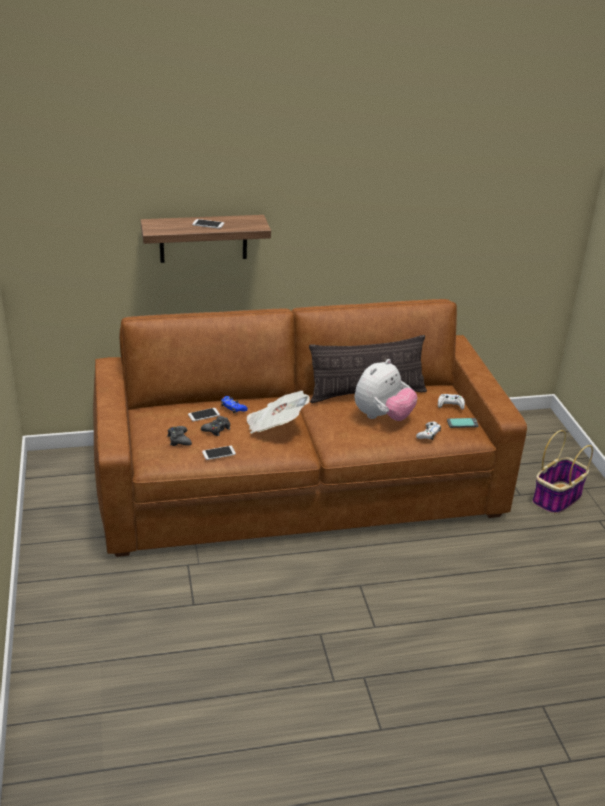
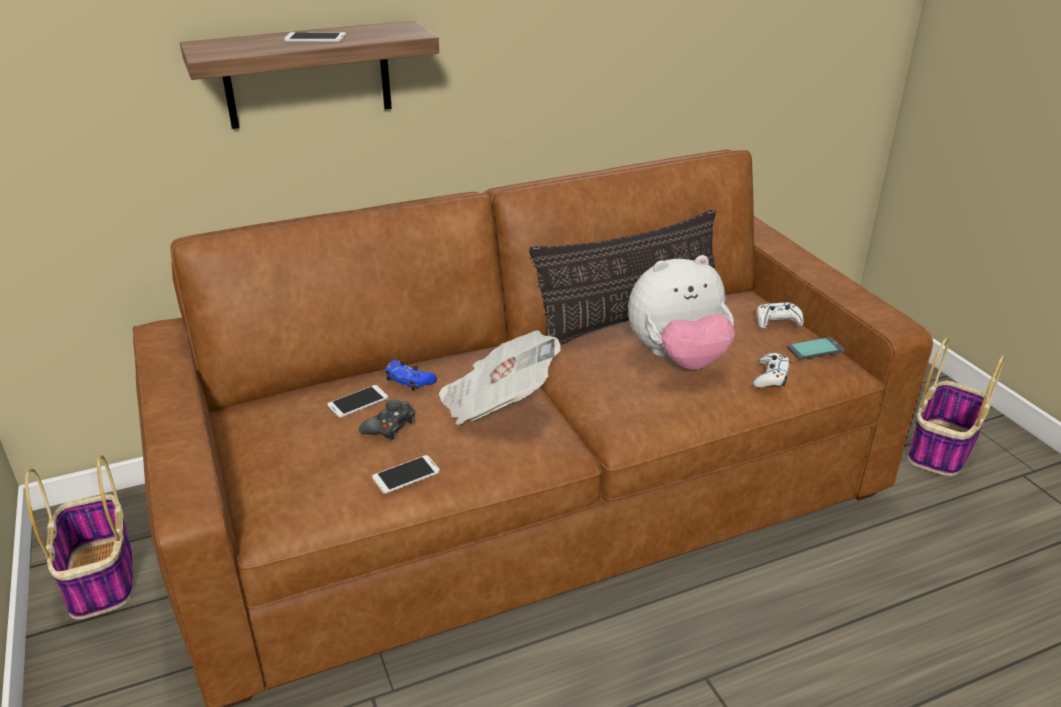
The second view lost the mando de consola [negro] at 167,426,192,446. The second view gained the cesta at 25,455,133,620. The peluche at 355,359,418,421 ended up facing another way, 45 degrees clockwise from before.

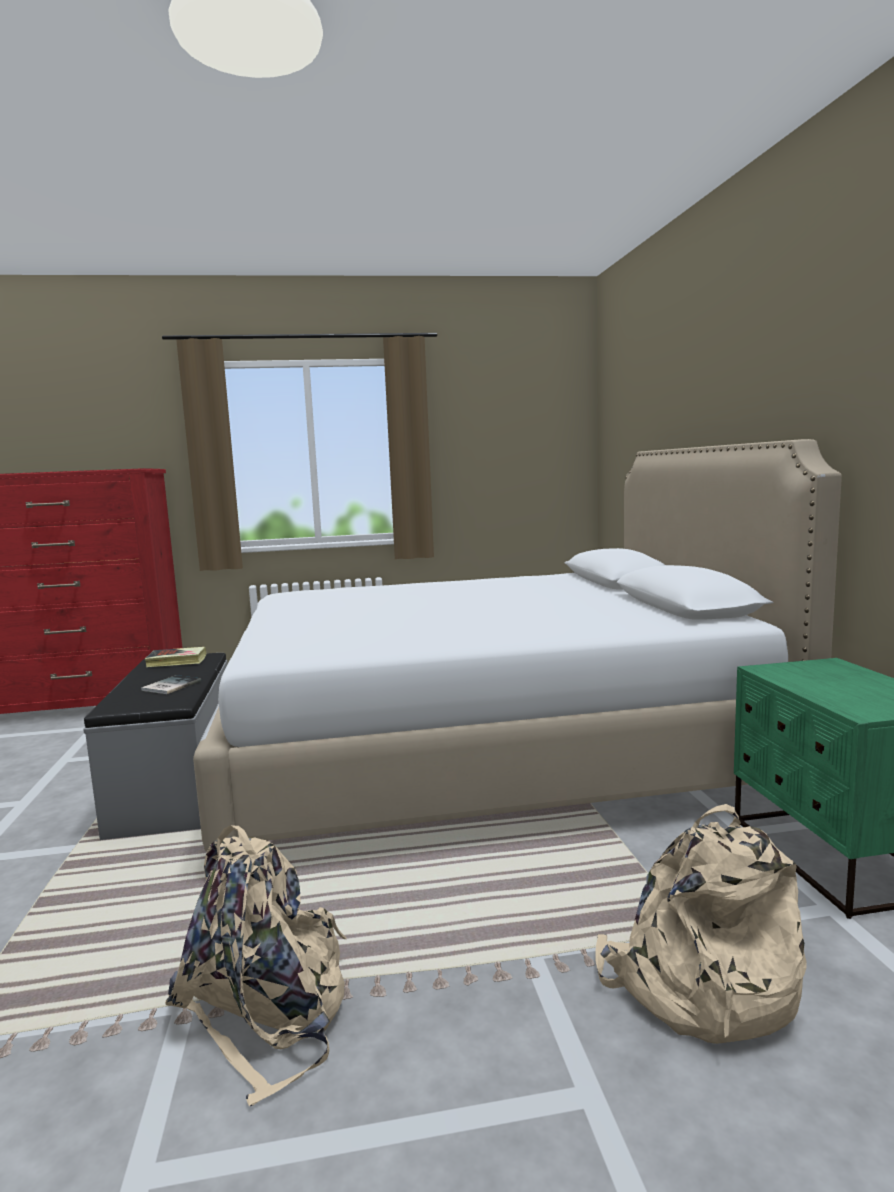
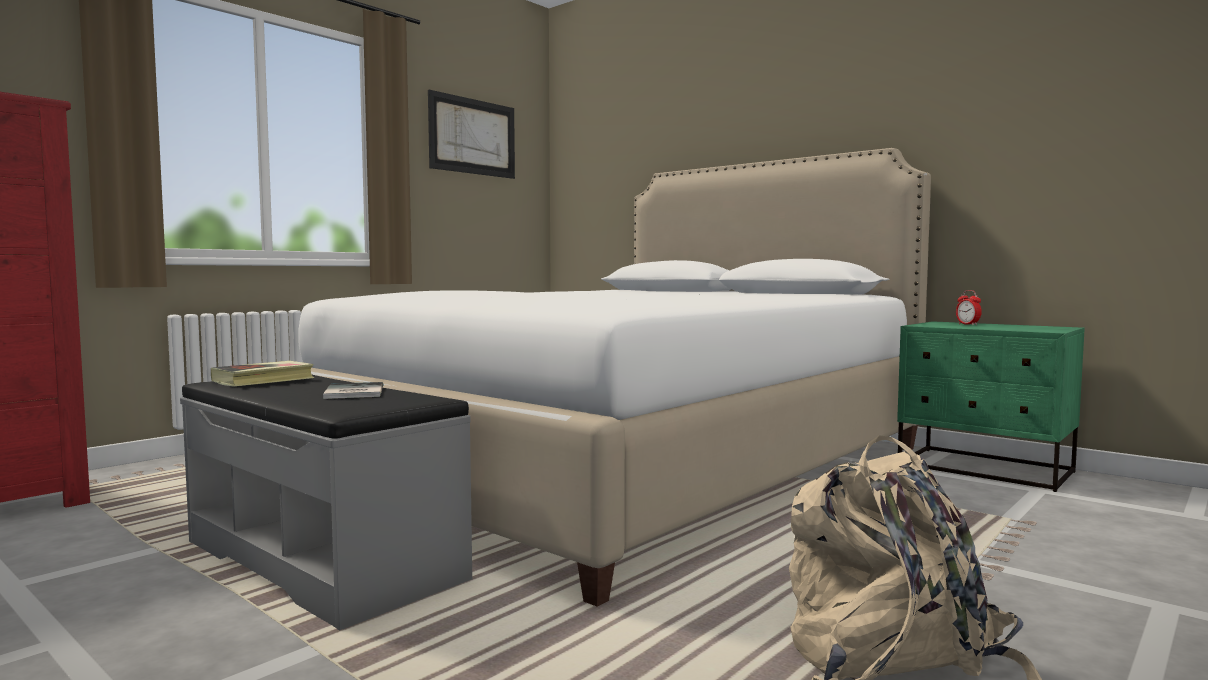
The second view lost the mochila [beis] at 595,804,807,1044. The second view gained the cuadro at 428,90,515,179. The second view gained the despertador at 956,290,982,325.

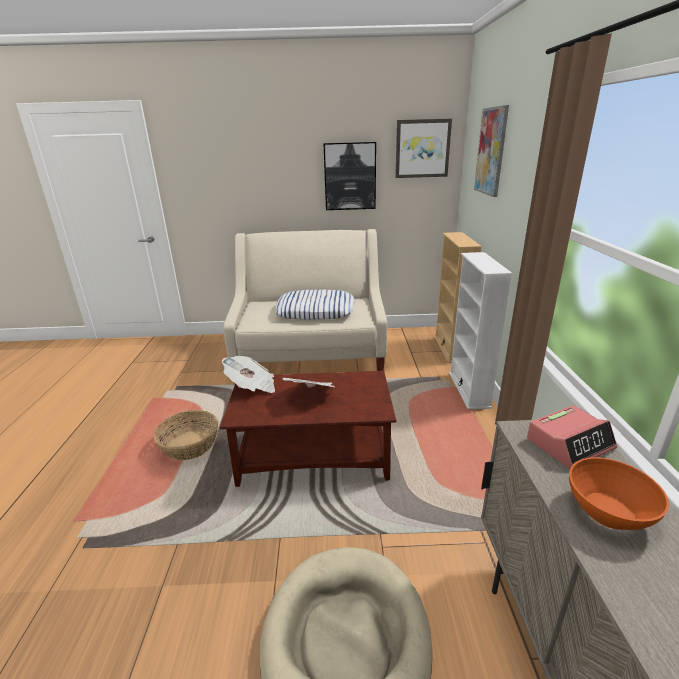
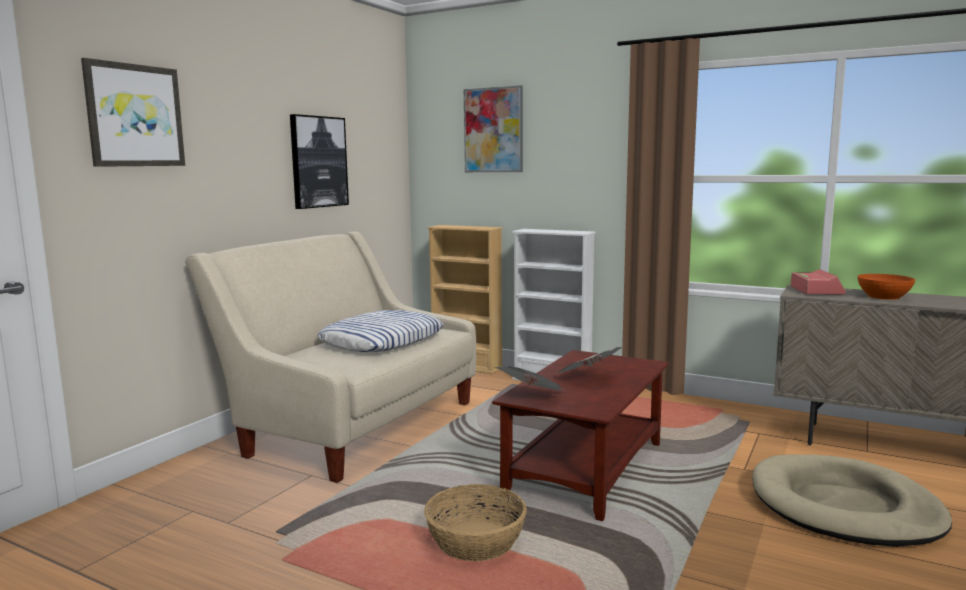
The cuadro ended up elsewhere, having gone from 395,119,452,178 to 81,58,185,167.

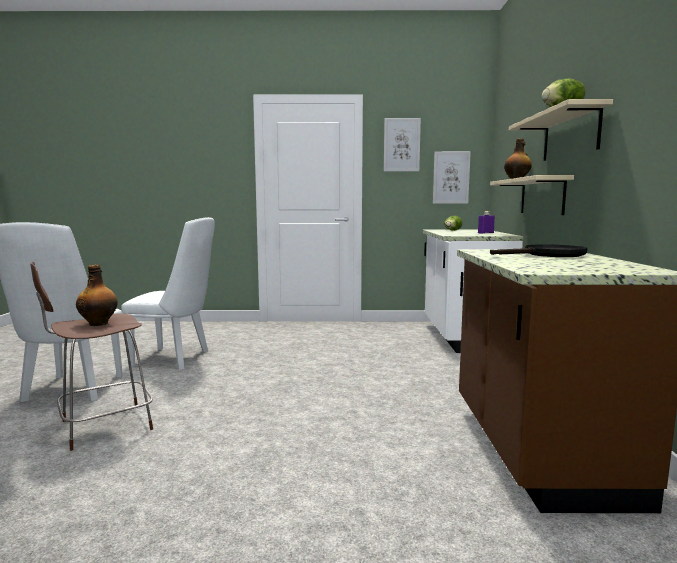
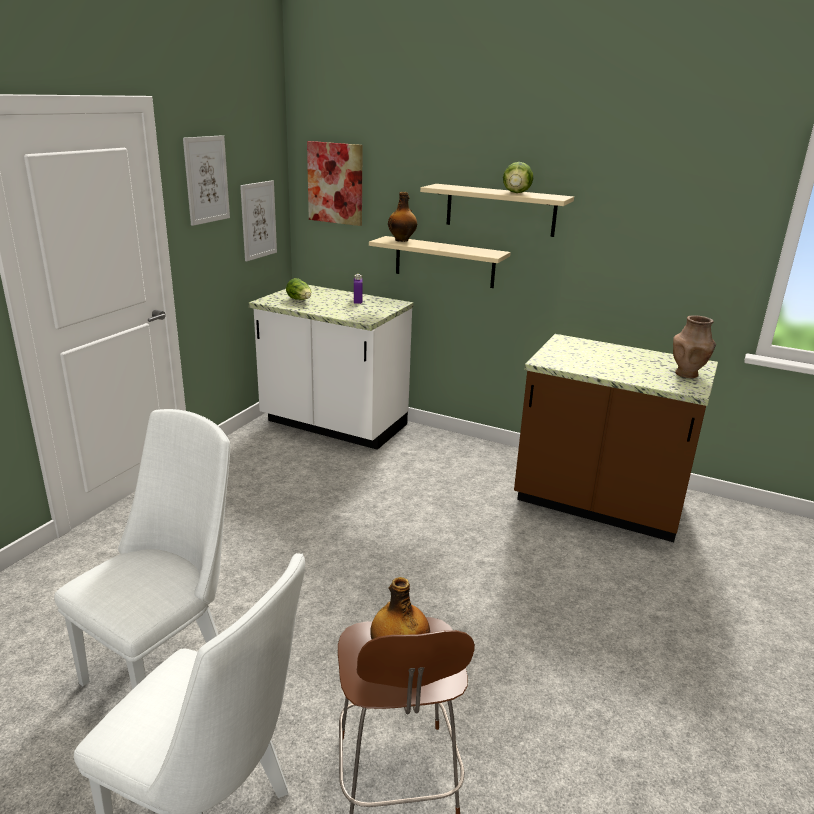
The second view lost the sartén [negro] at 490,244,587,257. The second view gained the cuadro at 307,141,363,226. The second view gained the florero [marrón] at 673,315,716,378.

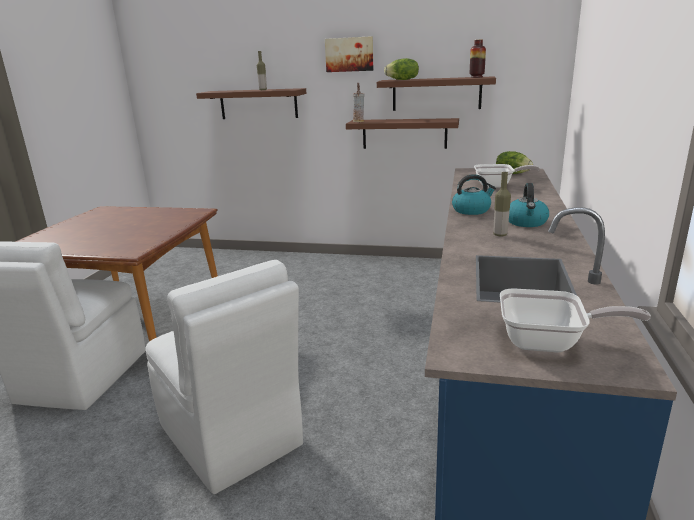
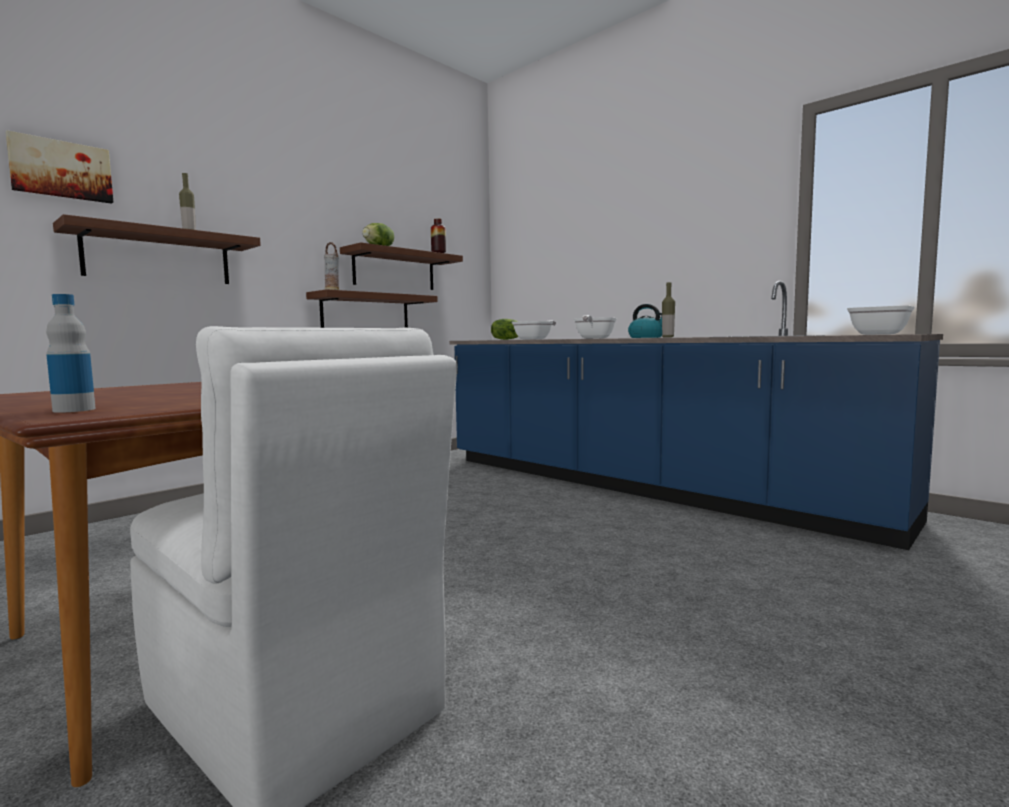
The second view lost the silla [blanco] at 145,260,303,494. The second view gained the botella at 46,294,96,413. The cuadro ended up elsewhere, having gone from 325,36,373,72 to 6,130,113,204. Where the hervidor stood at 452,174,496,215, the sartén came to stand at 574,315,617,339.

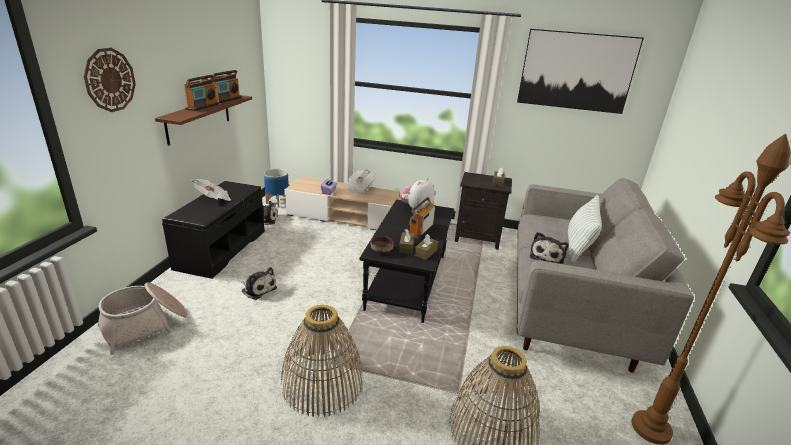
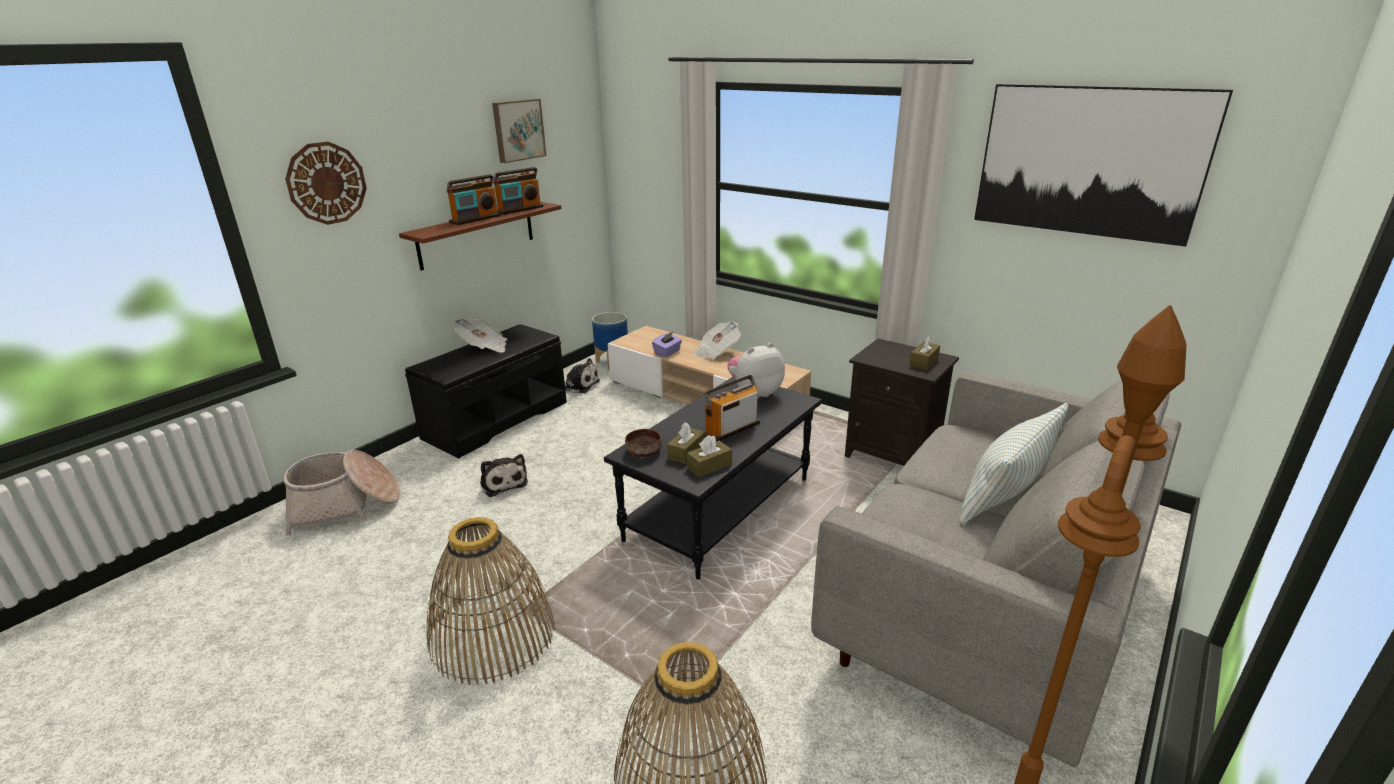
The second view lost the peluche at 530,232,569,264. The second view gained the cuadro at 492,99,547,163.

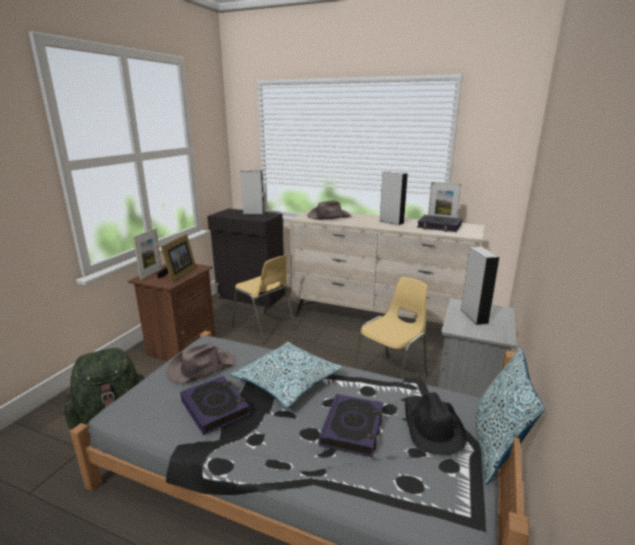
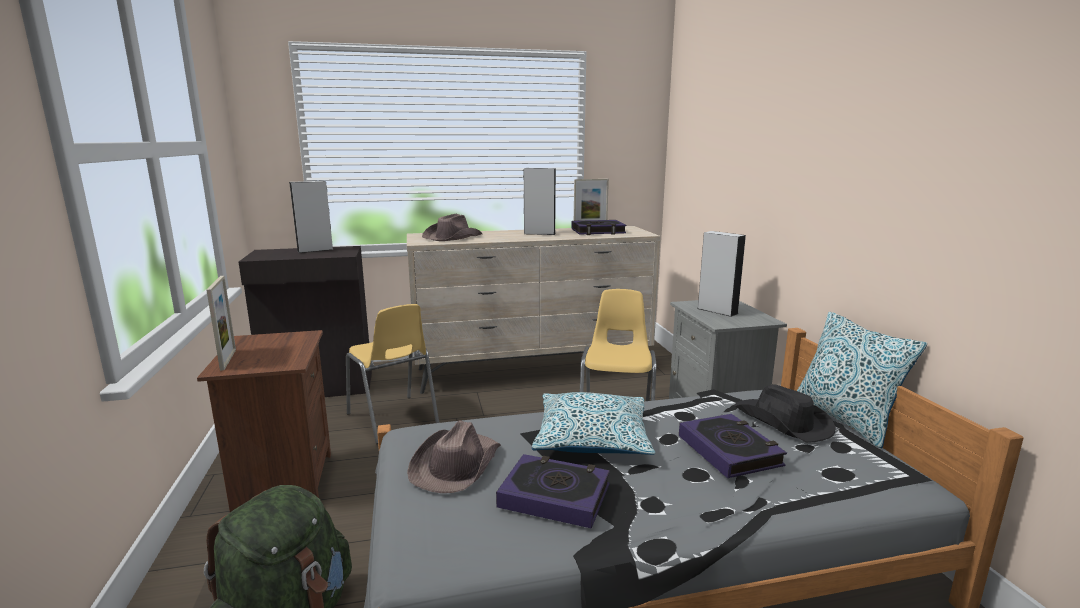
The second view lost the portarretratos at 157,234,196,283. The silla [amarillo] at 232,255,295,344 ended up facing another way, 45 degrees clockwise from before.

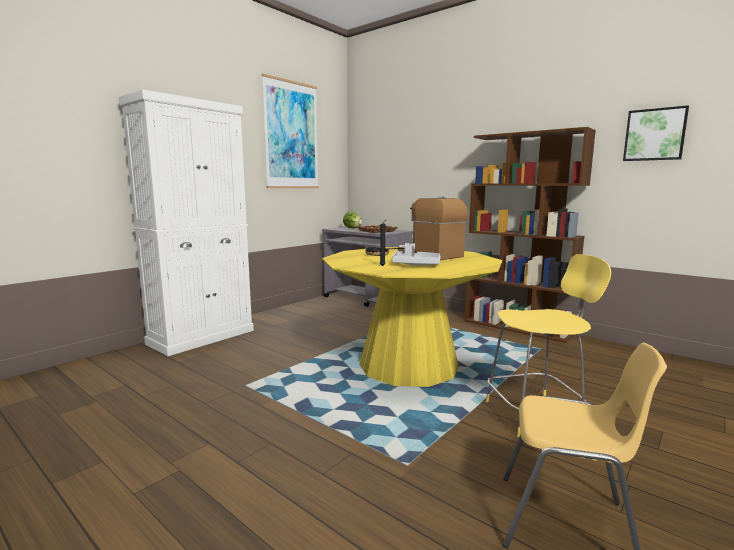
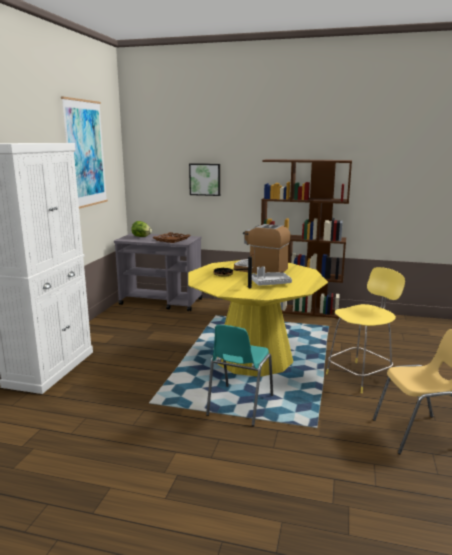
The second view gained the silla [turquesa] at 206,325,273,426. The cuadro ended up elsewhere, having gone from 623,105,689,161 to 189,163,220,196.

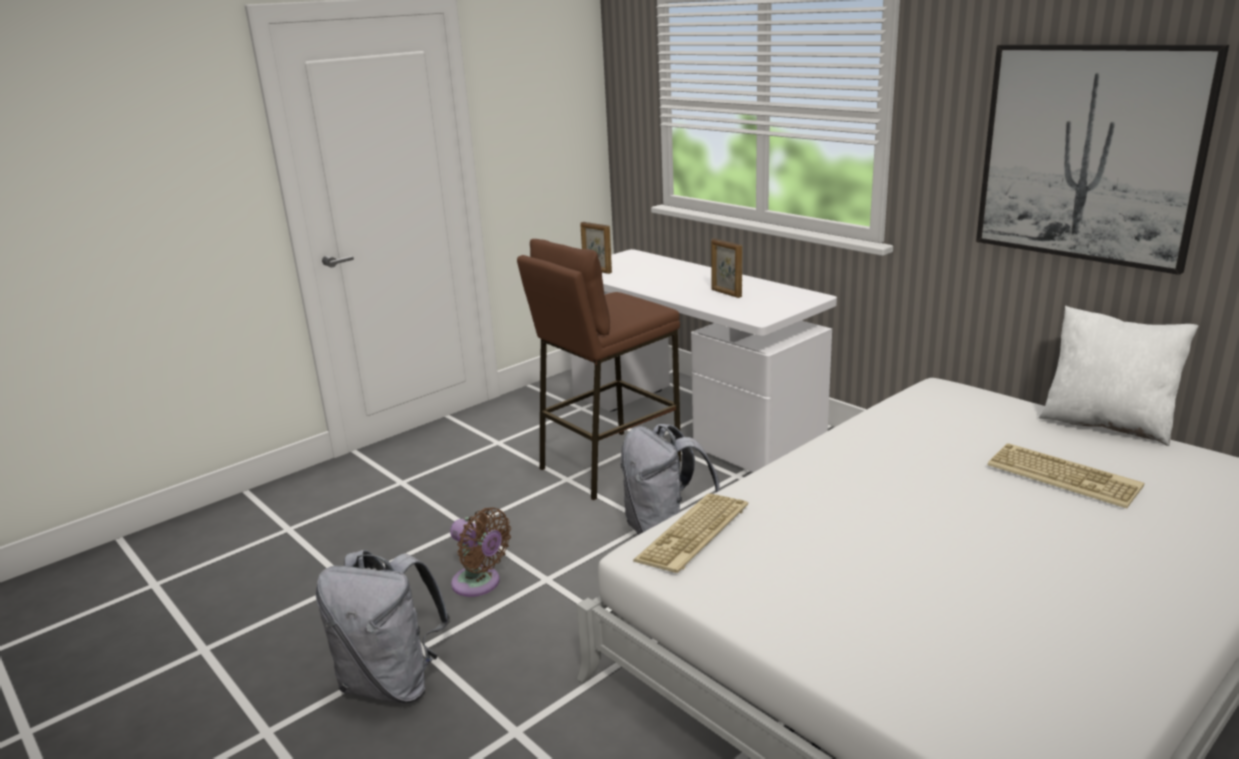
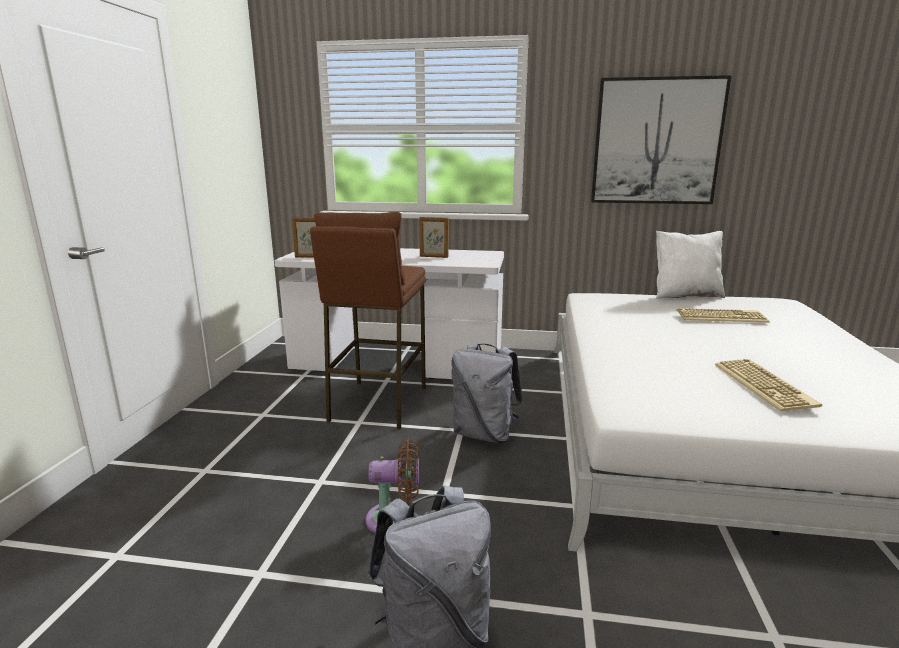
The teclado ended up elsewhere, having gone from 633,494,748,573 to 715,359,822,411.

